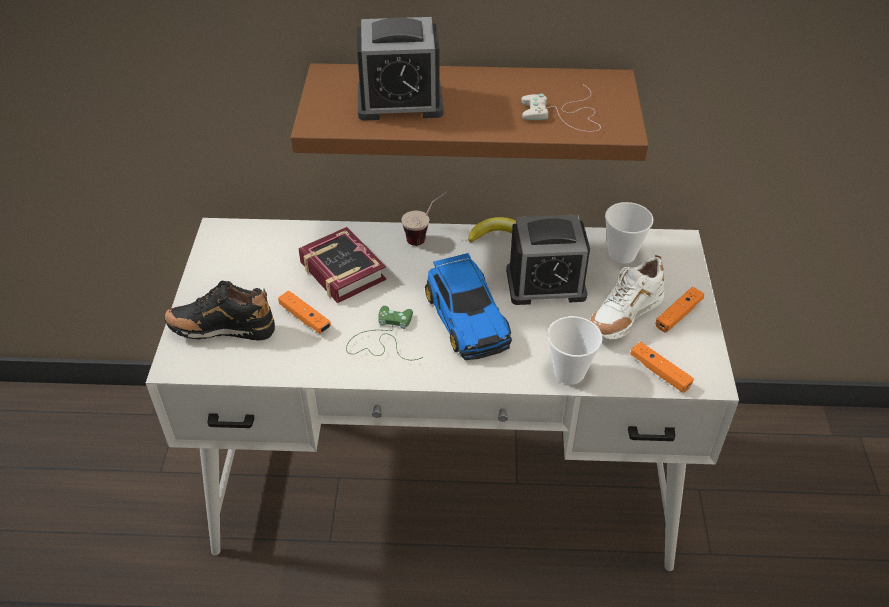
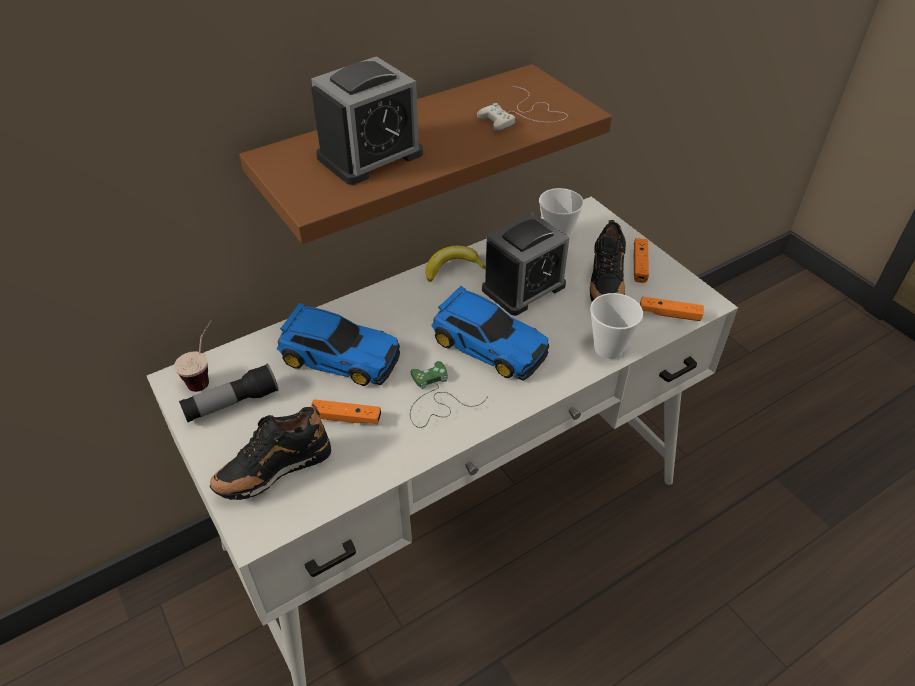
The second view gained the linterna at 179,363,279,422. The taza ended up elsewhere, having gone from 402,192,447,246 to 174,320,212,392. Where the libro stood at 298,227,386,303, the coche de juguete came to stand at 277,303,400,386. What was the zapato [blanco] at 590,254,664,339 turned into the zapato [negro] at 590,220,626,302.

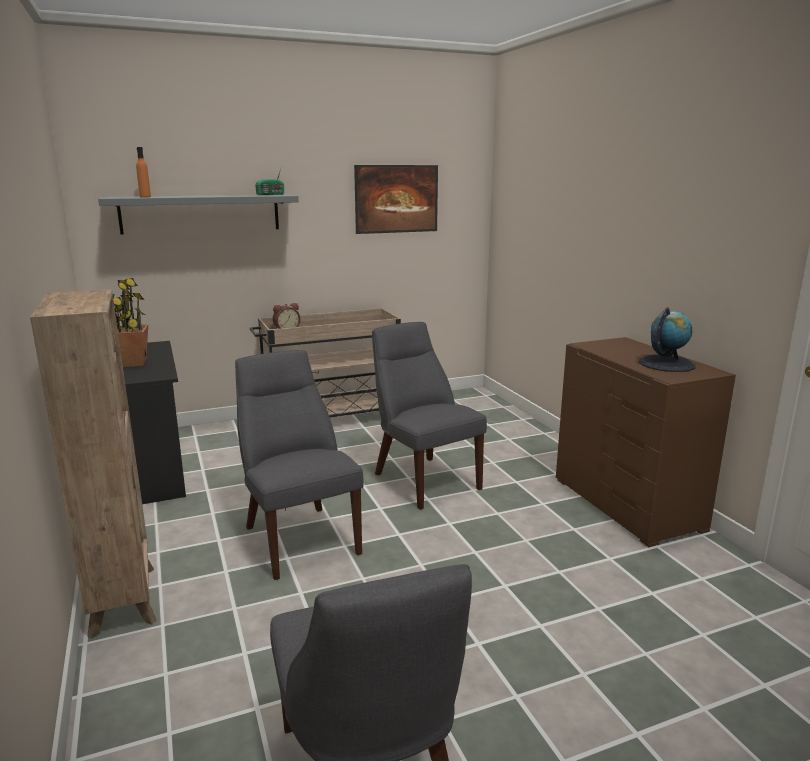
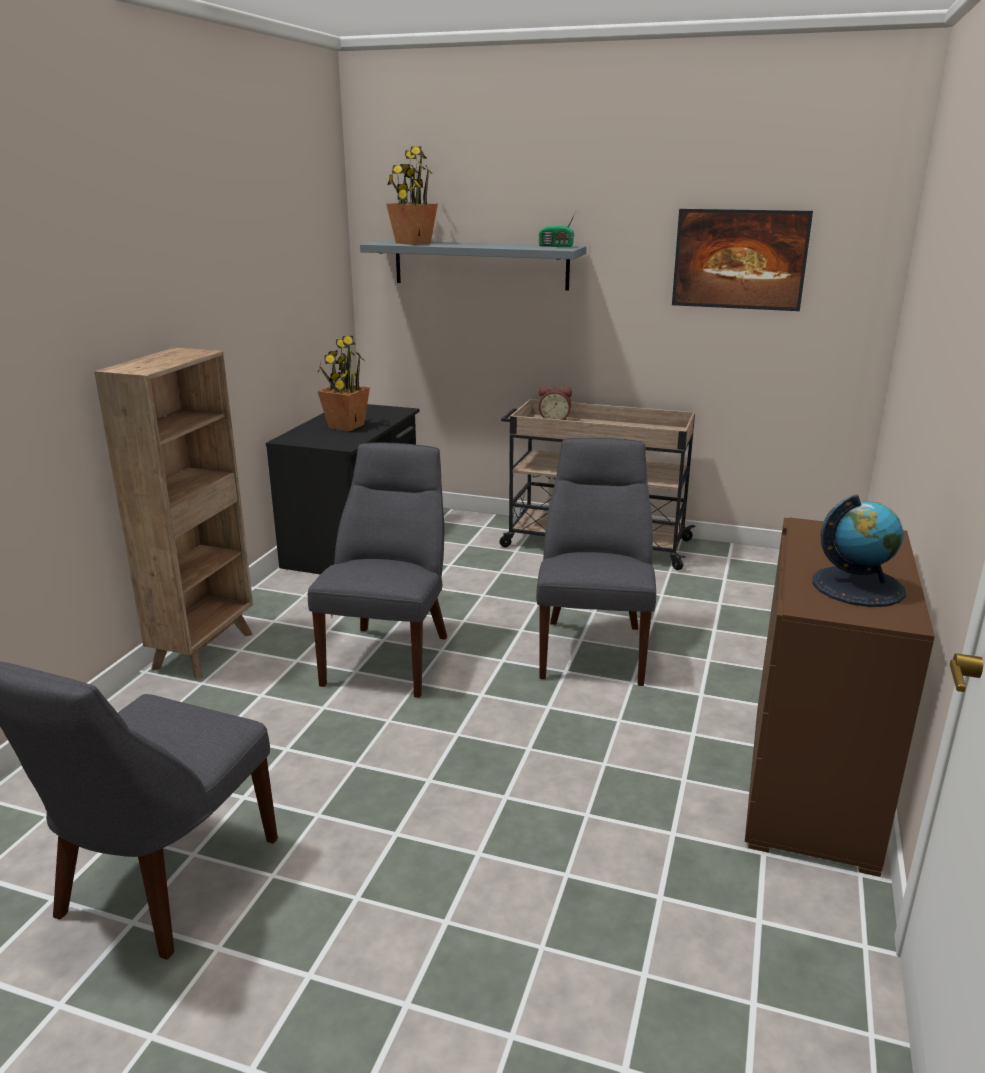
Where the botella [naranja] stood at 136,147,151,197, the planta en maceta came to stand at 386,146,438,245.

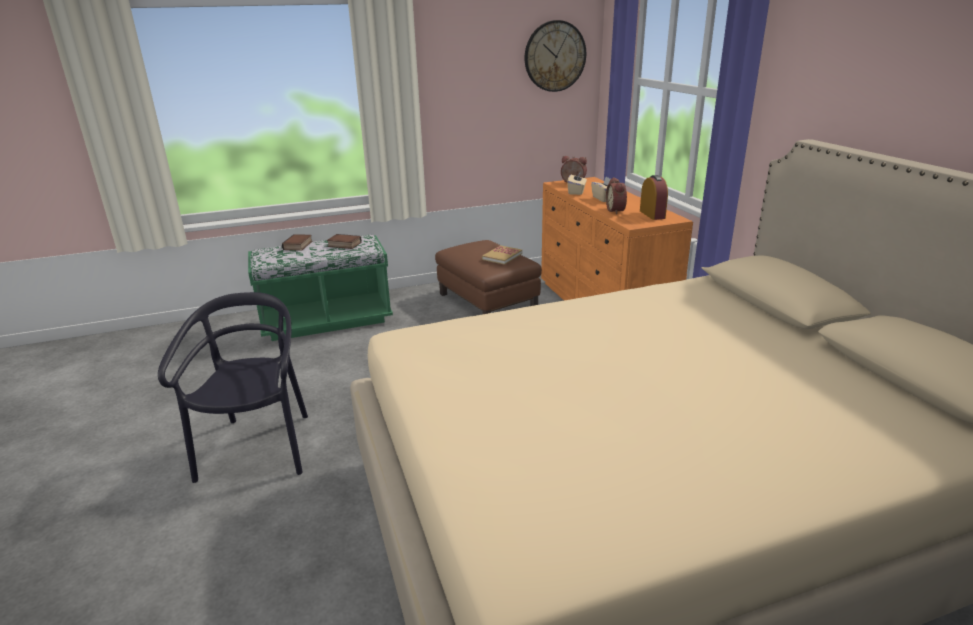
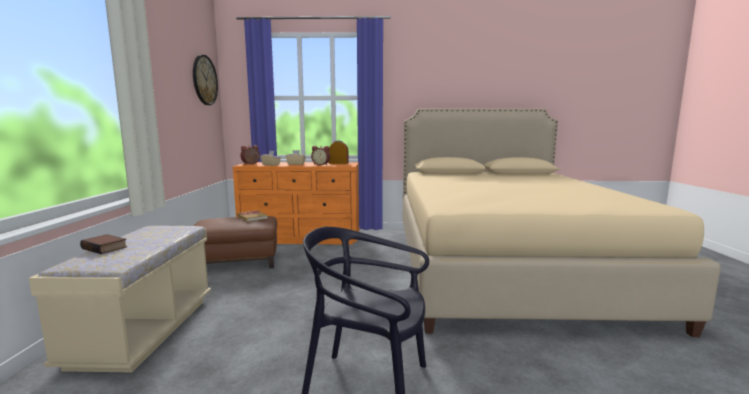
The second view lost the libro at 327,234,362,249. What was the banco [verde] at 248,235,393,341 turned into the banco [beis] at 29,226,211,372.

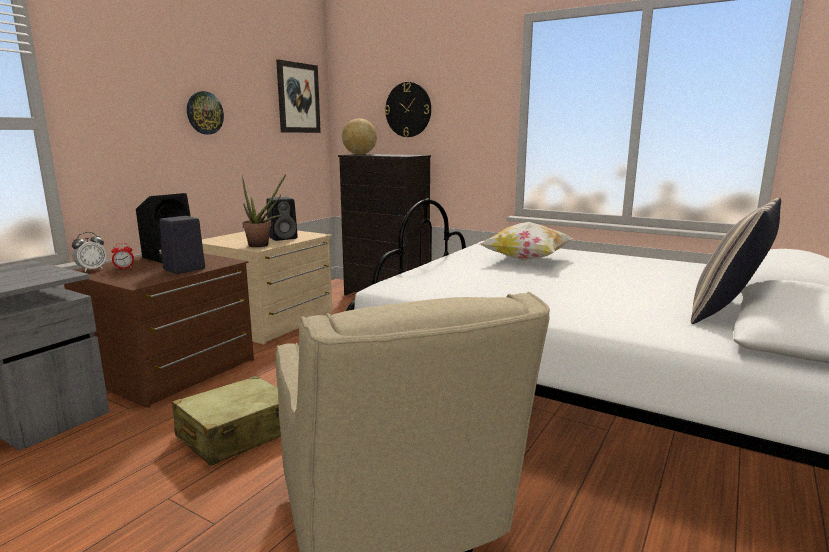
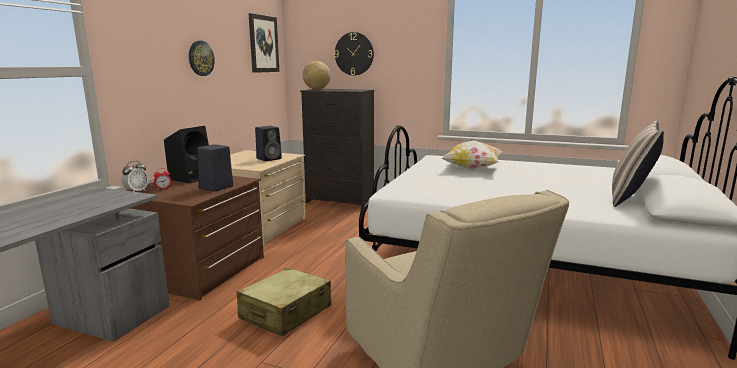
The second view lost the planta en maceta at 242,174,286,247.

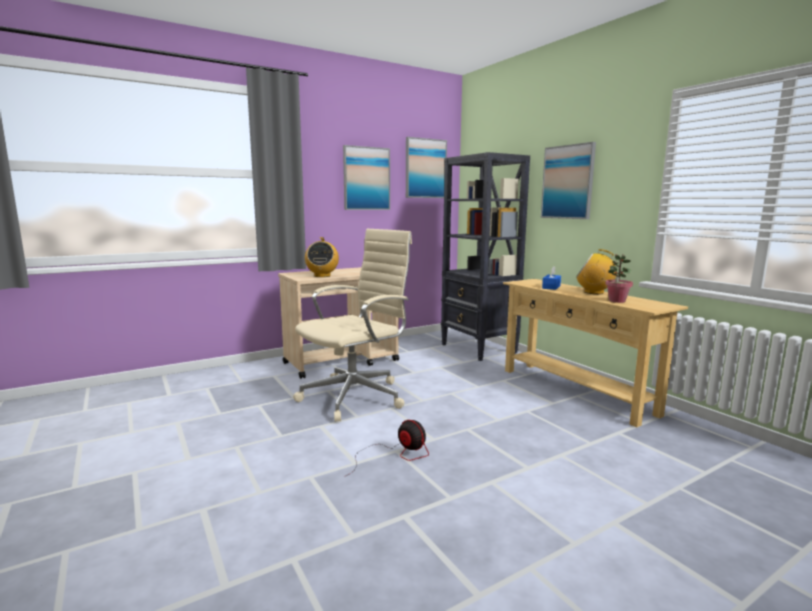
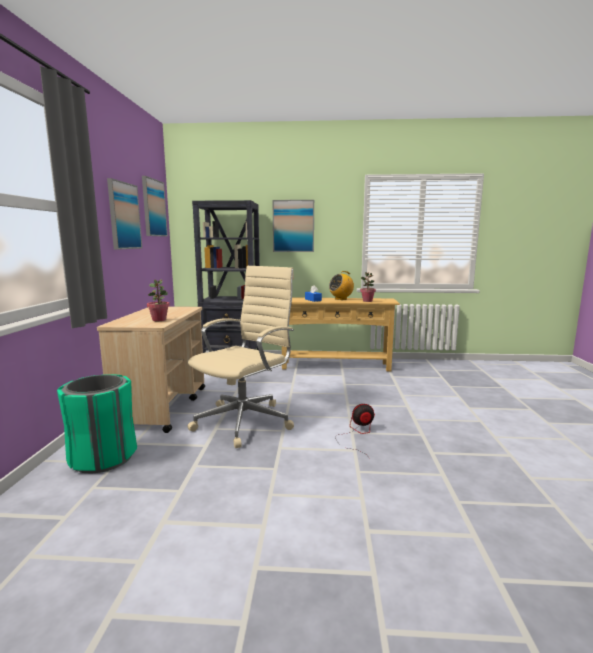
The second view gained the papelera [verde] at 57,374,137,473. Where the radio stood at 305,237,339,277, the planta en maceta came to stand at 147,279,170,321. The silla de oficina [beis] at 293,229,412,422 ended up facing another way, 45 degrees clockwise from before.

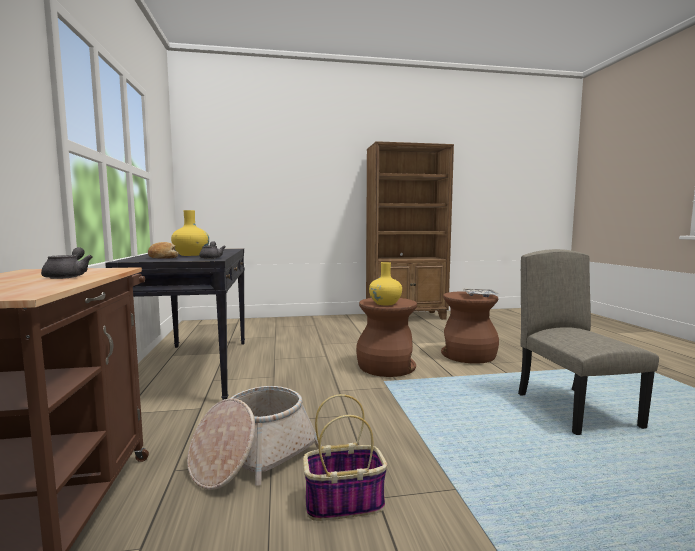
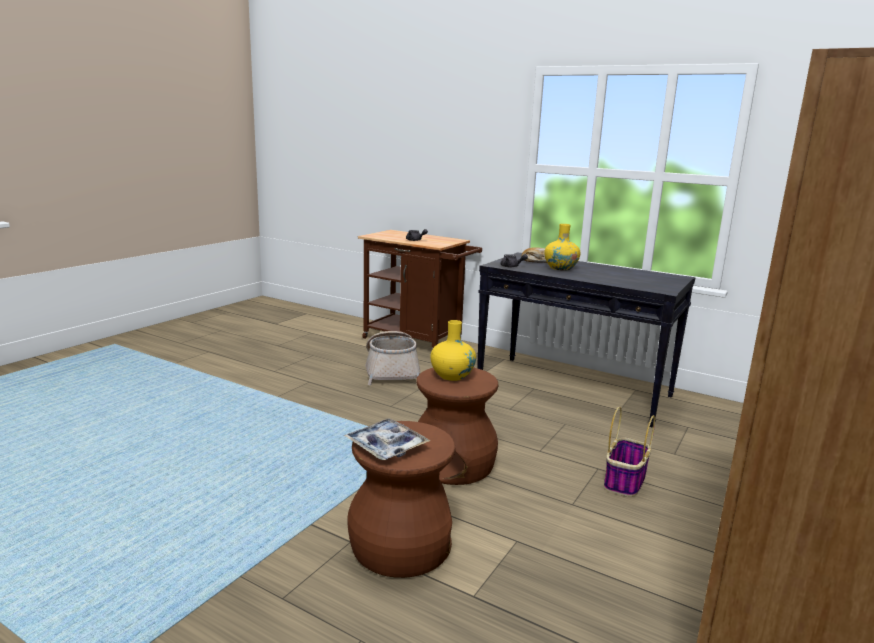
The second view lost the silla [beis] at 518,249,659,435. The cesta ended up elsewhere, having gone from 303,394,387,521 to 604,407,655,497.

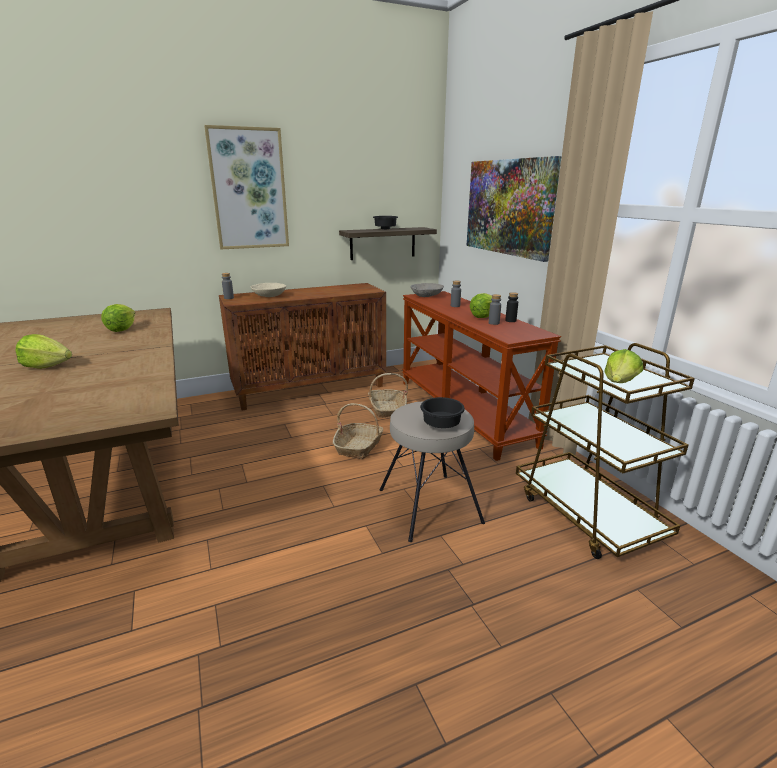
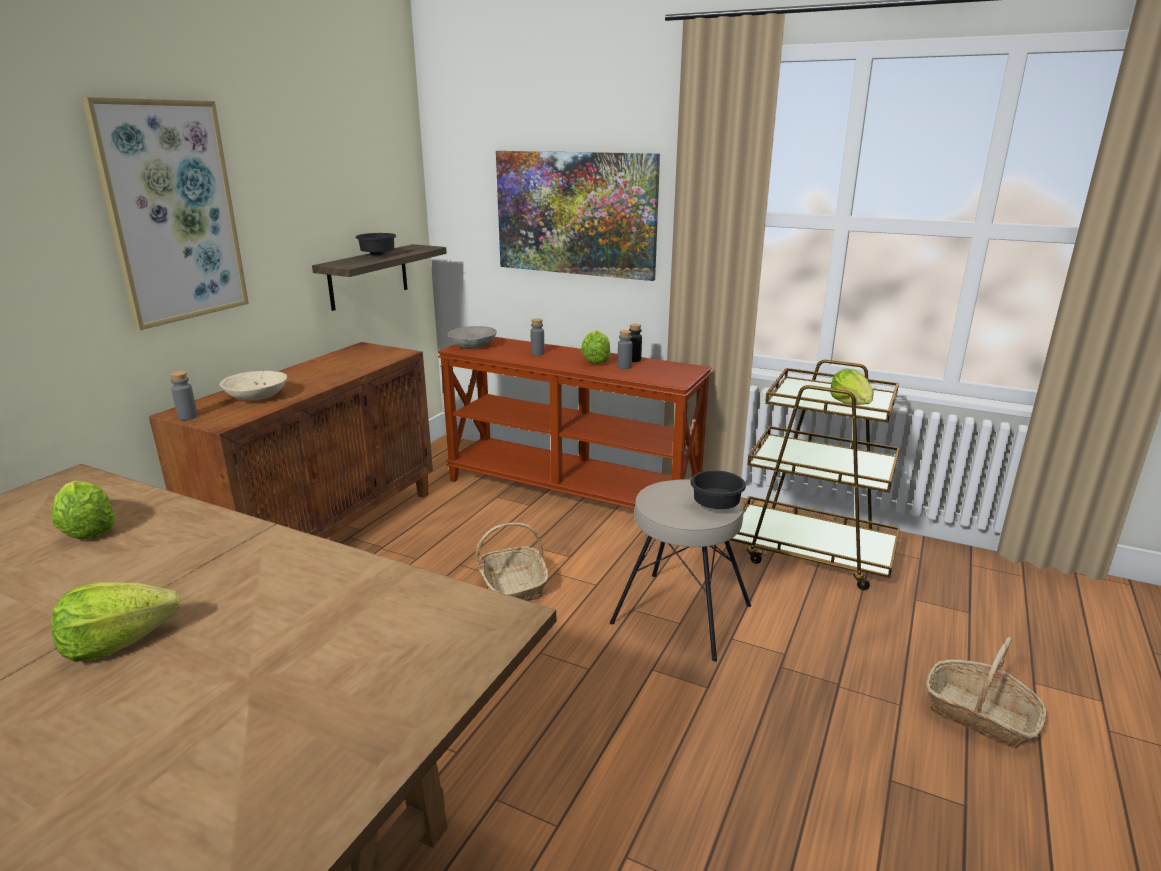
The cesta ended up elsewhere, having gone from 368,373,408,418 to 926,636,1047,748.

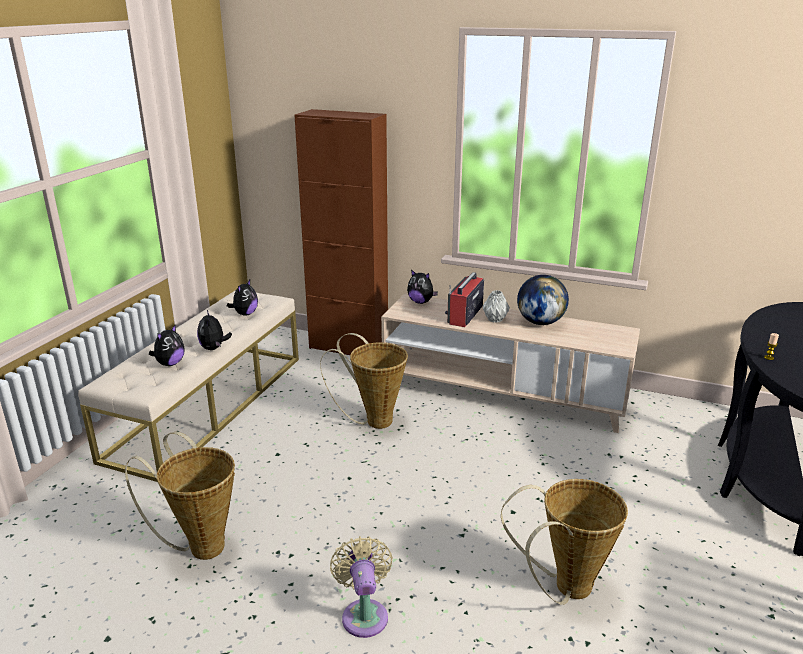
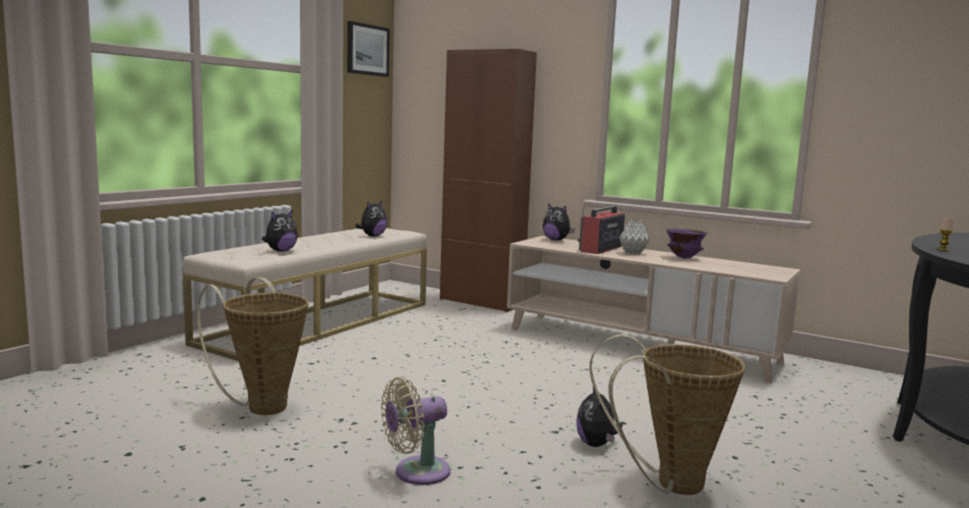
The second view lost the cesta at 320,333,408,429. The second view gained the cuadro at 347,21,390,77. The peluche ended up elsewhere, having gone from 197,310,232,350 to 576,387,623,447. Where the globo terráqueo stood at 517,275,569,325, the cuenco [morado] came to stand at 666,229,707,259. The ventilador [beis] at 330,536,393,638 ended up facing another way, 120 degrees counterclockwise from before.

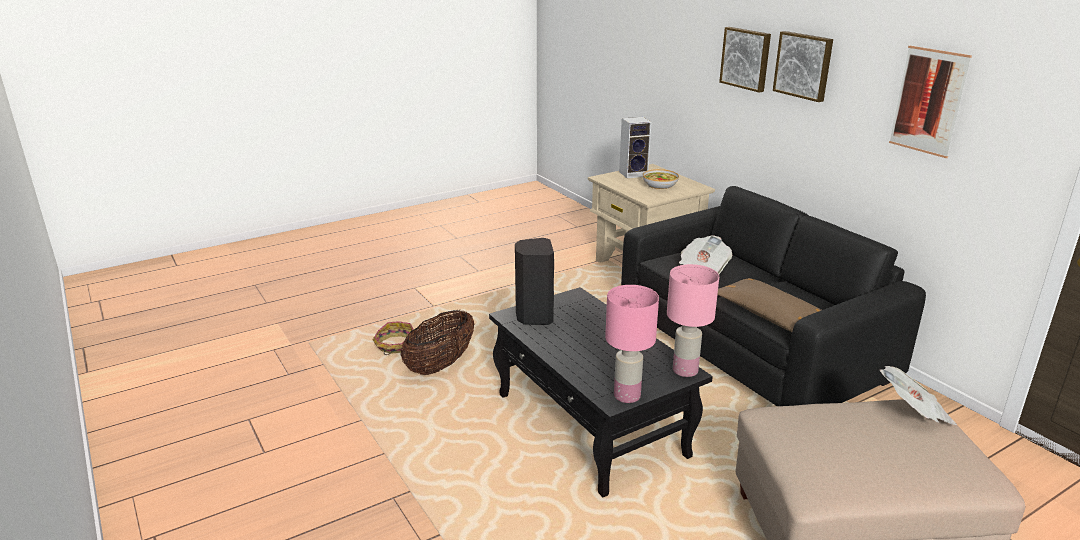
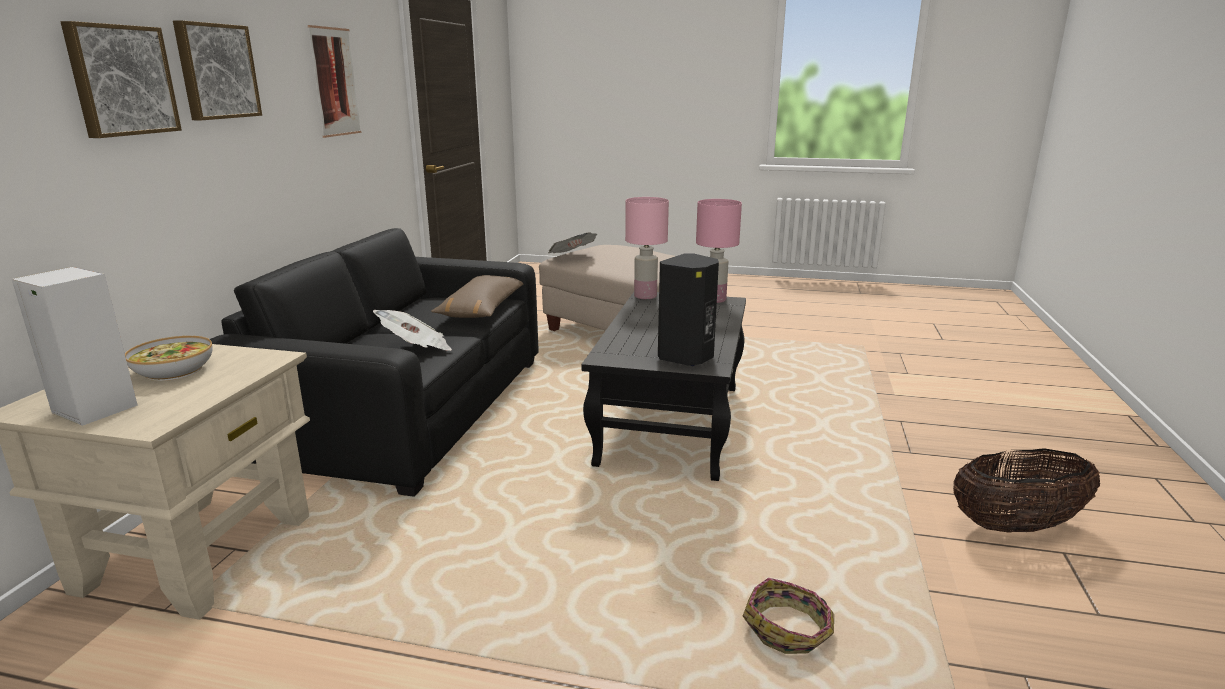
The cesta ended up elsewhere, having gone from 400,310,474,375 to 953,448,1100,533.

